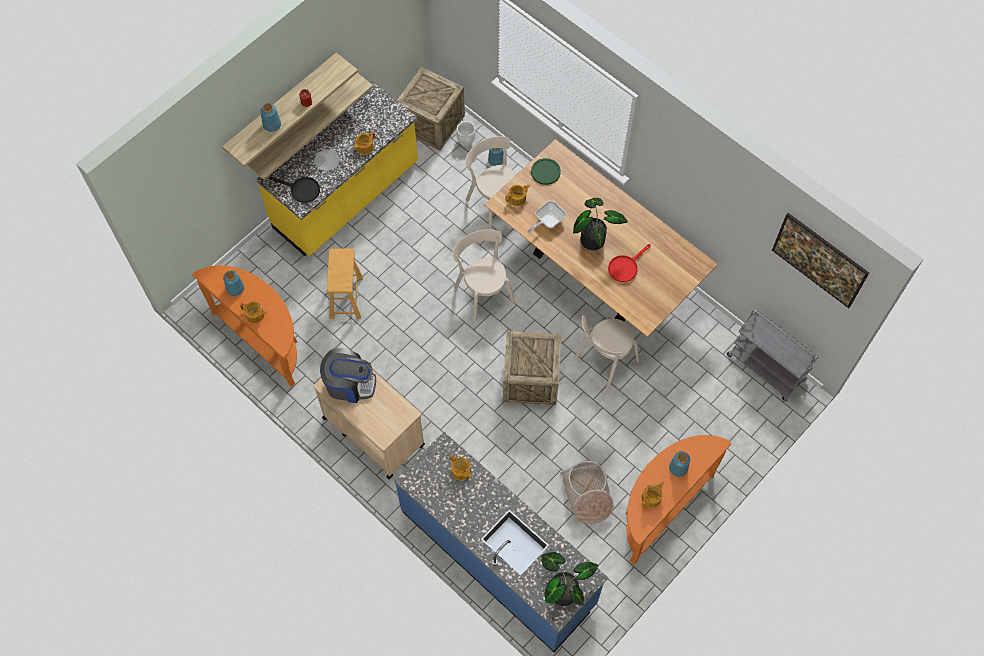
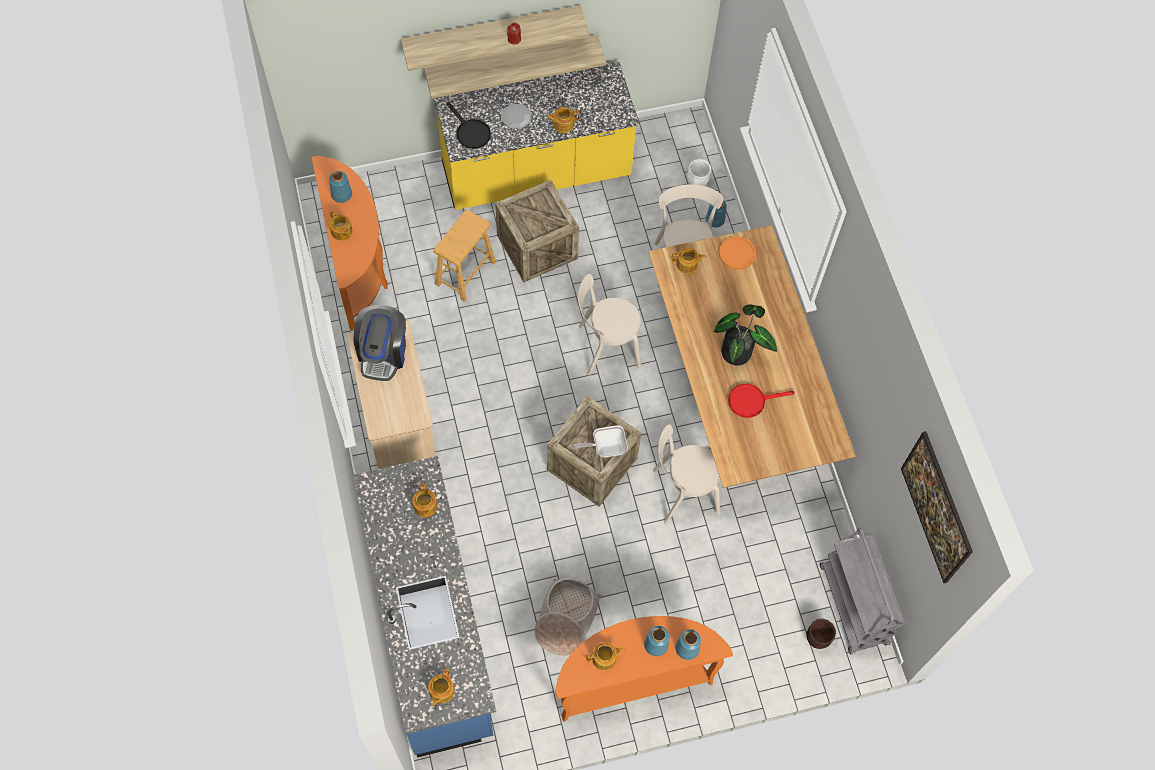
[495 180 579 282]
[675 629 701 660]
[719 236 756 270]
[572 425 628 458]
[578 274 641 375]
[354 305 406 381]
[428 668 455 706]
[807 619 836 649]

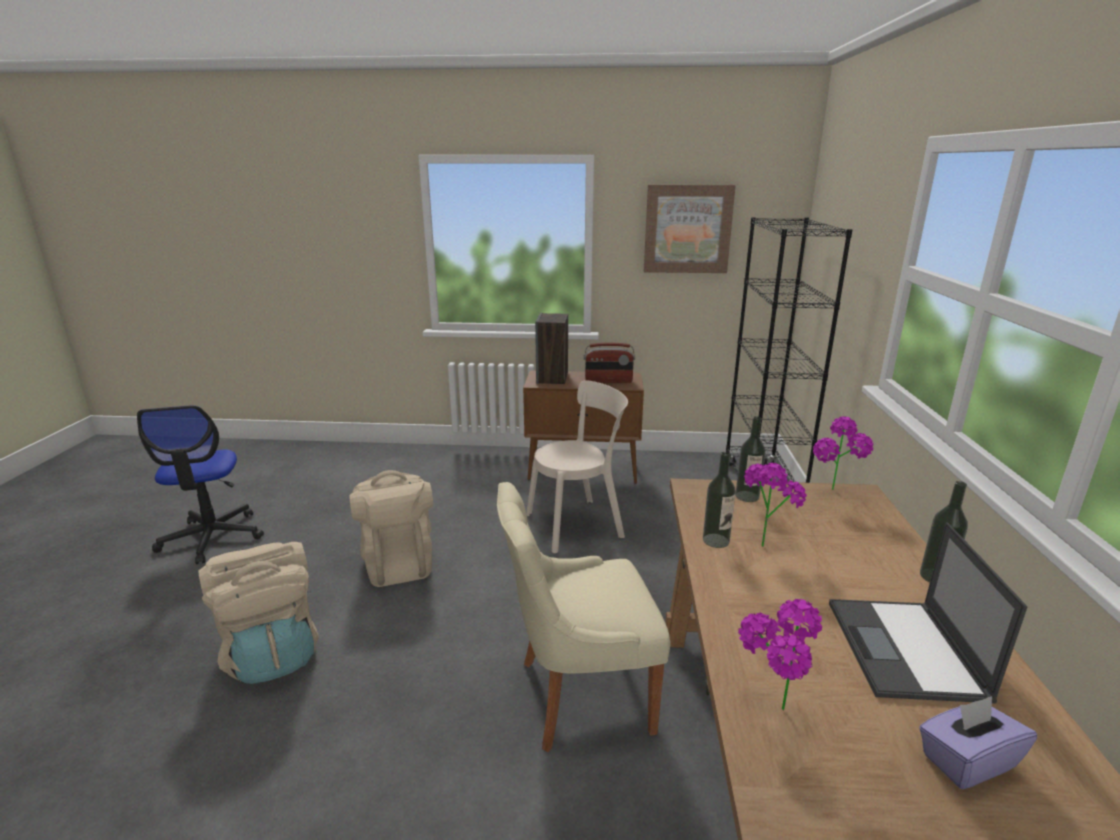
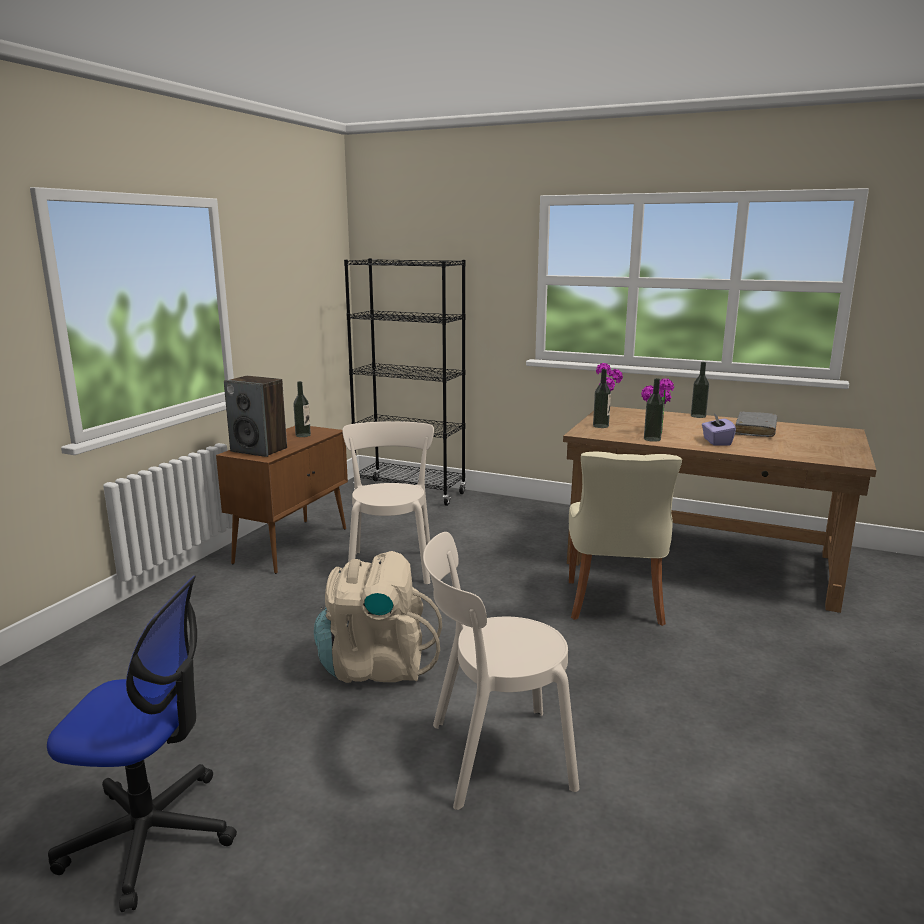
[644 185 736 273] (first image)
[293 381 311 437]
[735 411 777 437]
[423 532 579 810]
[738 598 822 710] (first image)
[702 413 736 445]

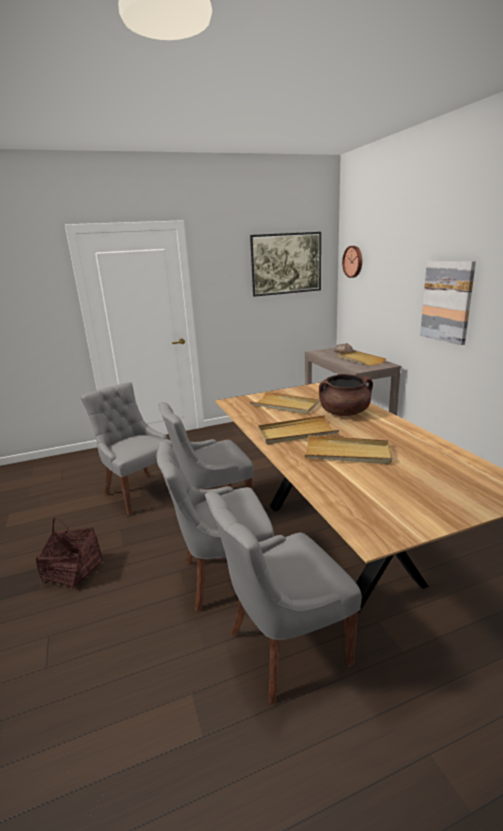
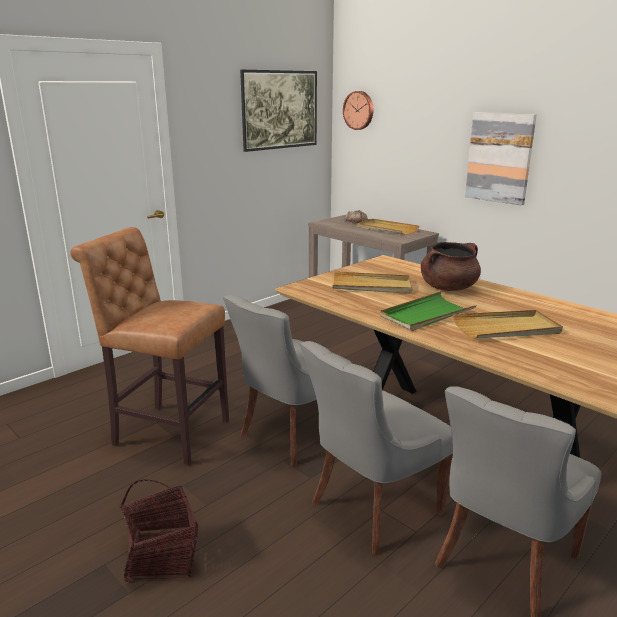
[71 227 229 465]
[380 291 477 331]

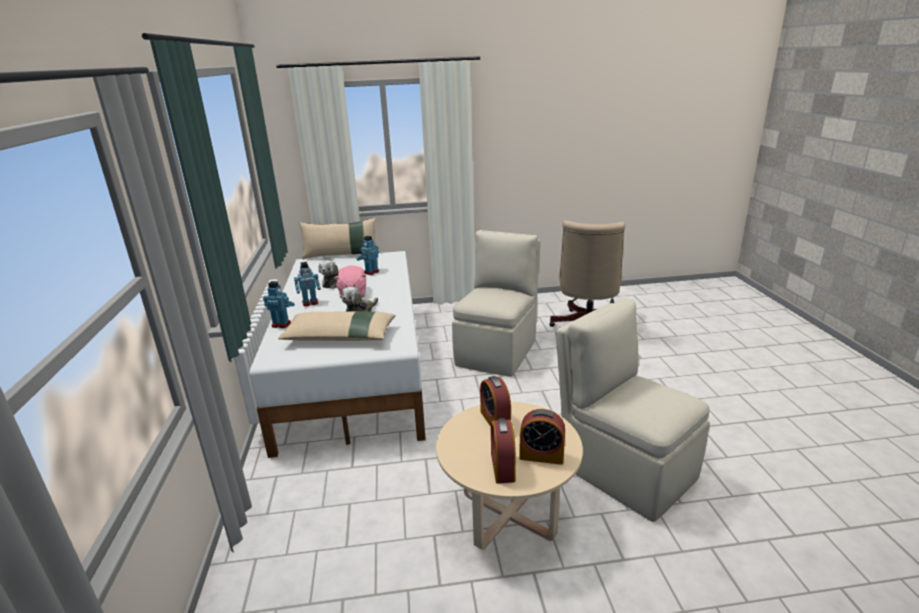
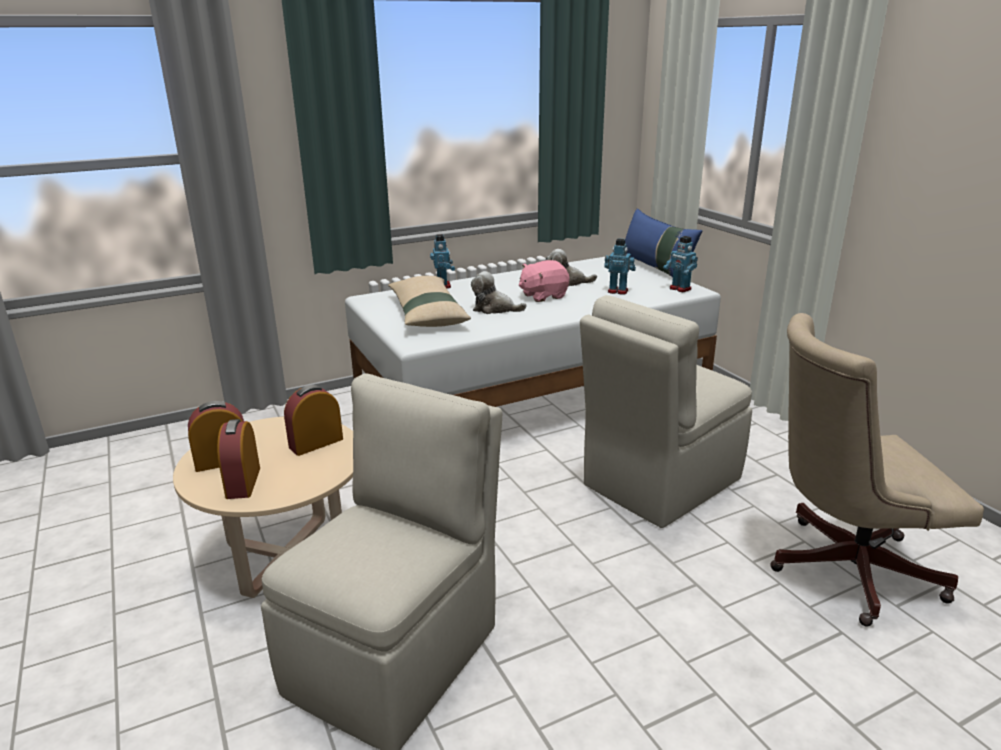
[625 209 702 277]
[580 295 752 528]
[663 236 698 292]

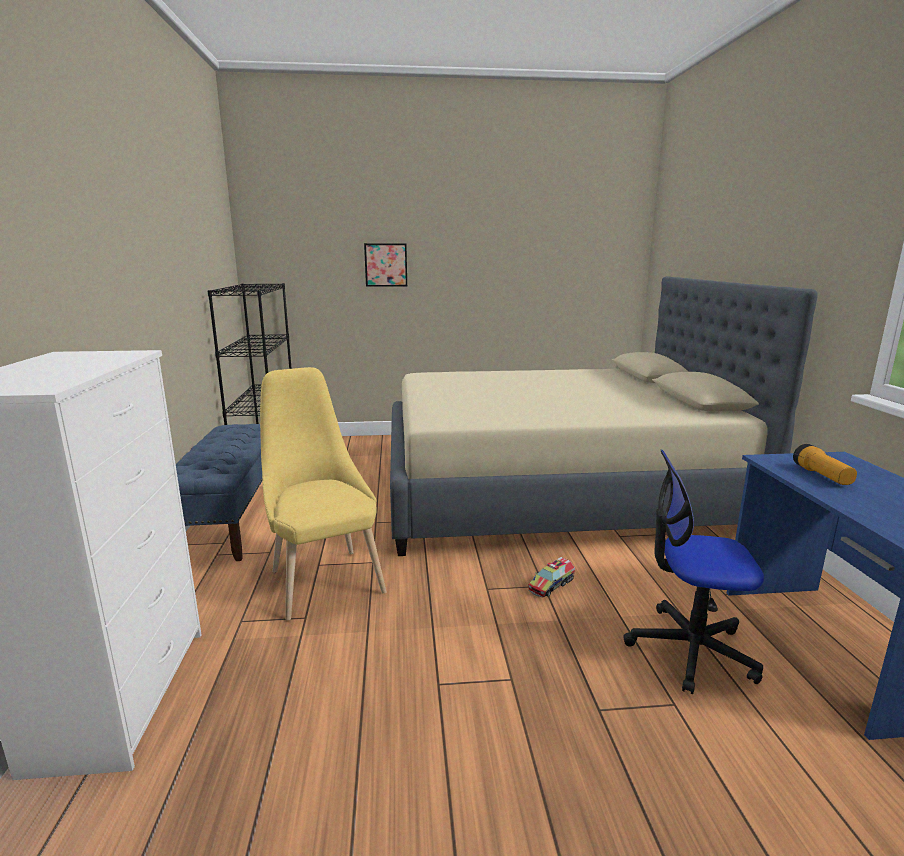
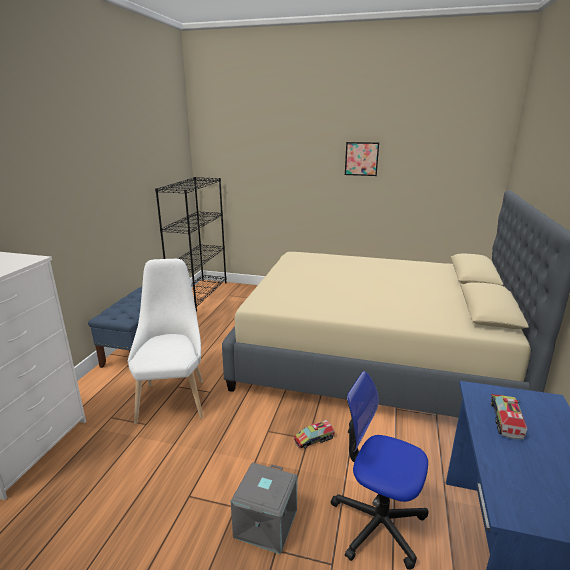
[345 142 379 176]
[128 259 203 424]
[491 394 528 439]
[231 462 298 555]

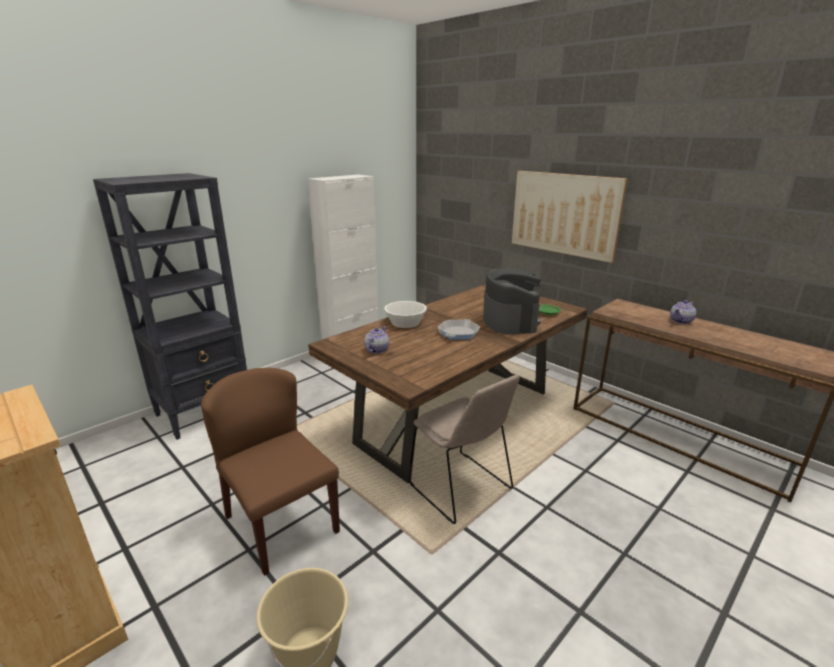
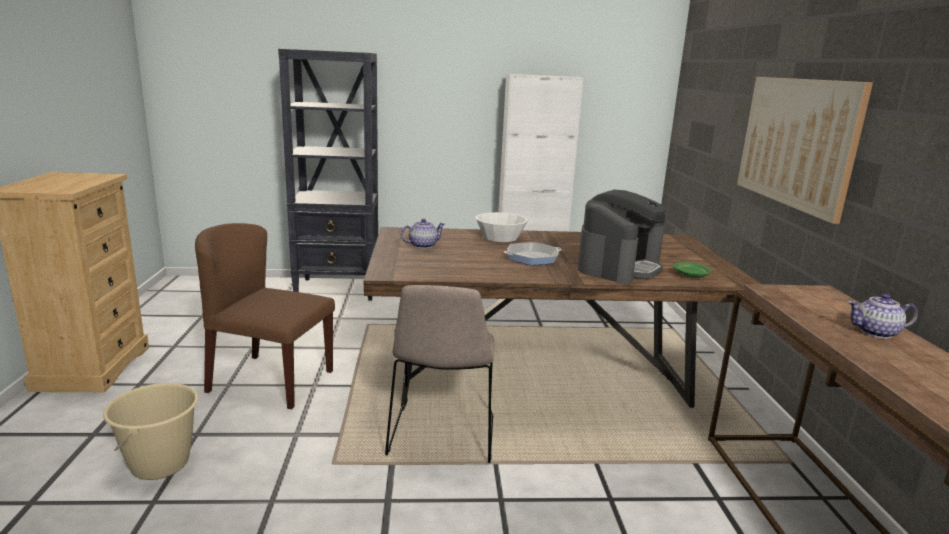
[195 223 335 409]

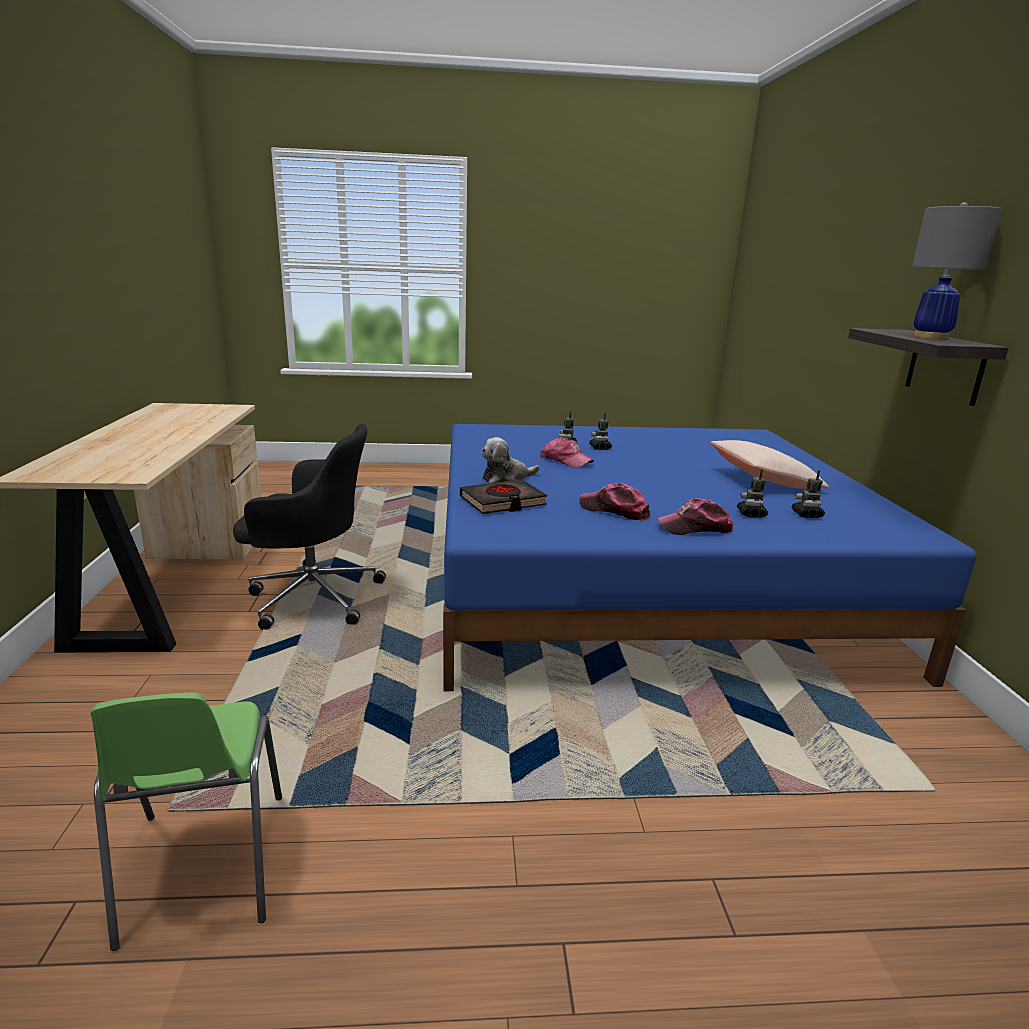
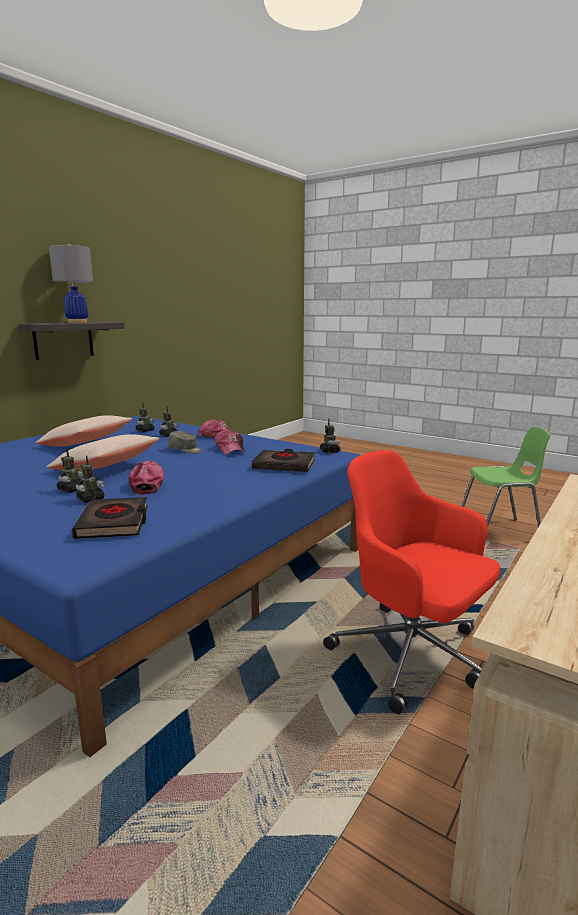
[323 450 500 714]
[481 437 540 483] (first image)
[462 427 551 527]
[320 419 341 453]
[168 431 202 453]
[47 434 160 471]
[72 497 148 539]

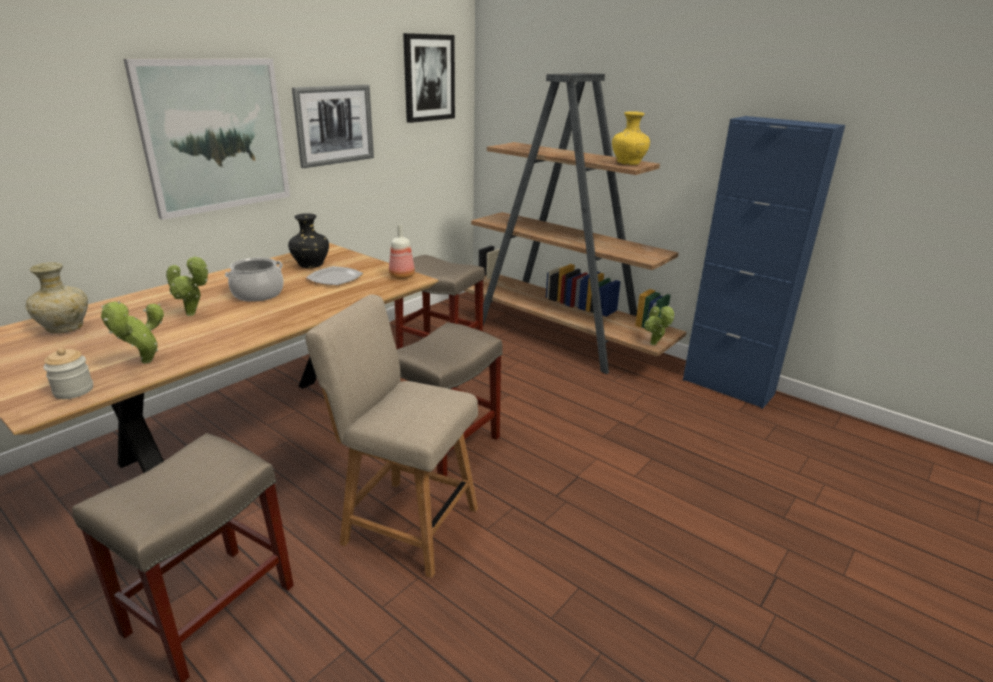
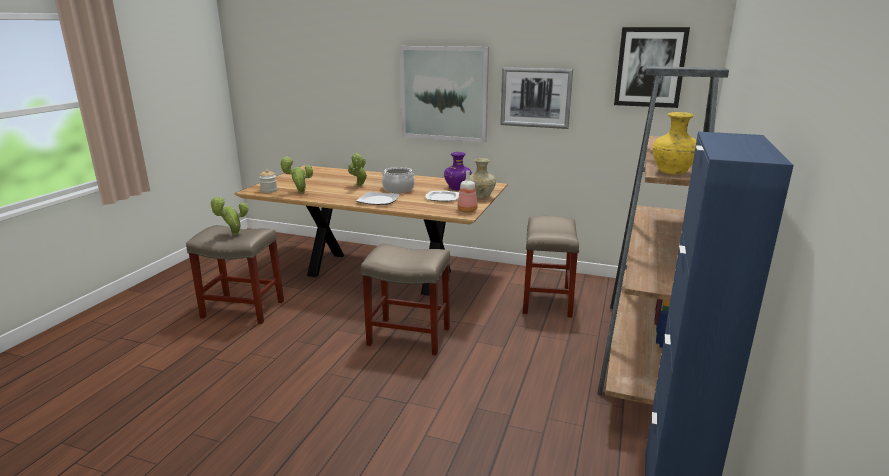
[444 152 472 190]
[470 158 496 199]
[305 294 478 578] (first image)
[210 197 249 235]
[356 192 400 205]

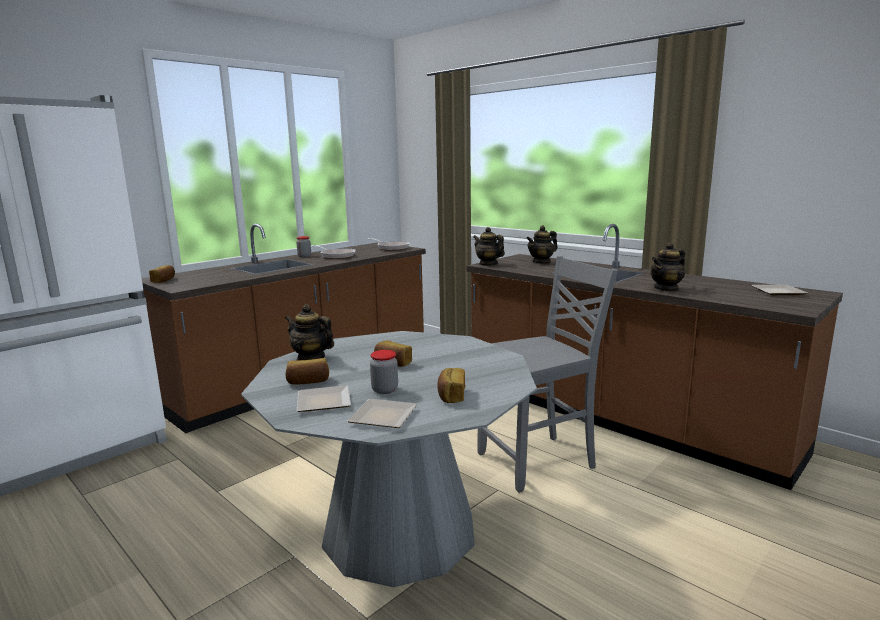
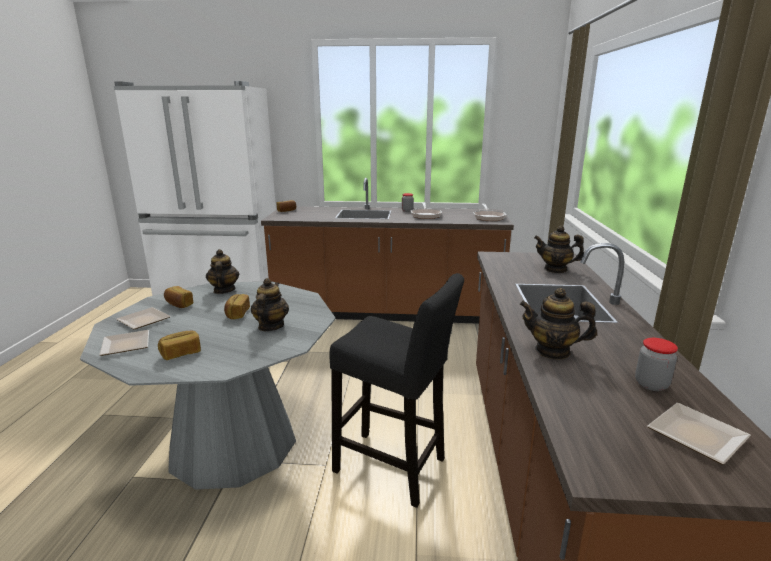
[251 278 289 331]
[329 273 464 508]
[635 338 678 391]

